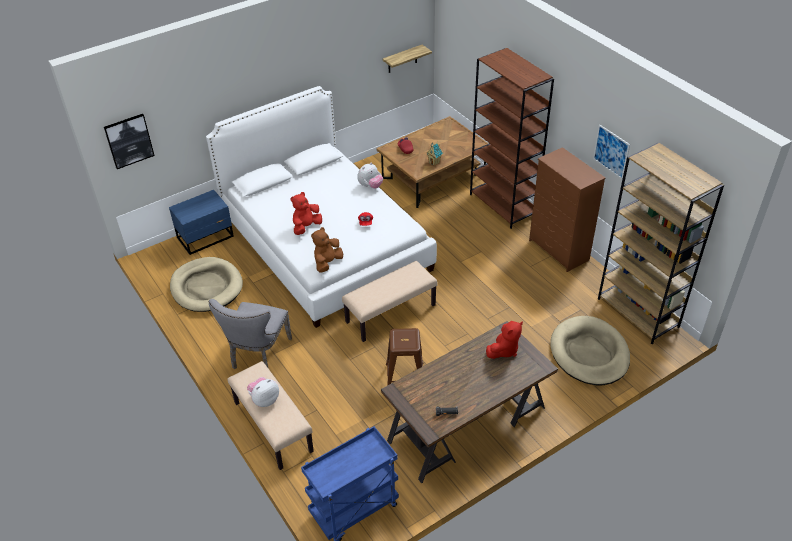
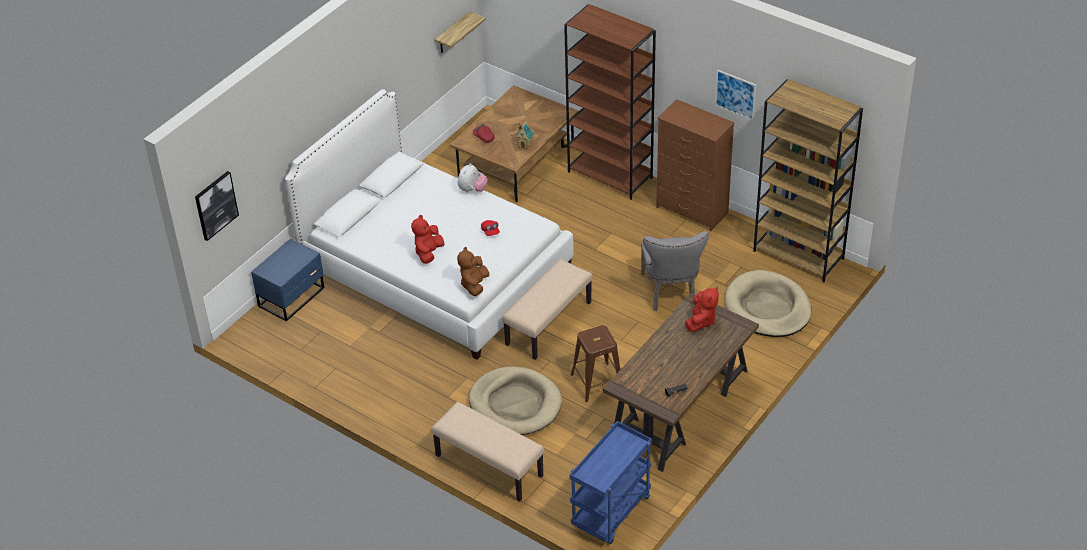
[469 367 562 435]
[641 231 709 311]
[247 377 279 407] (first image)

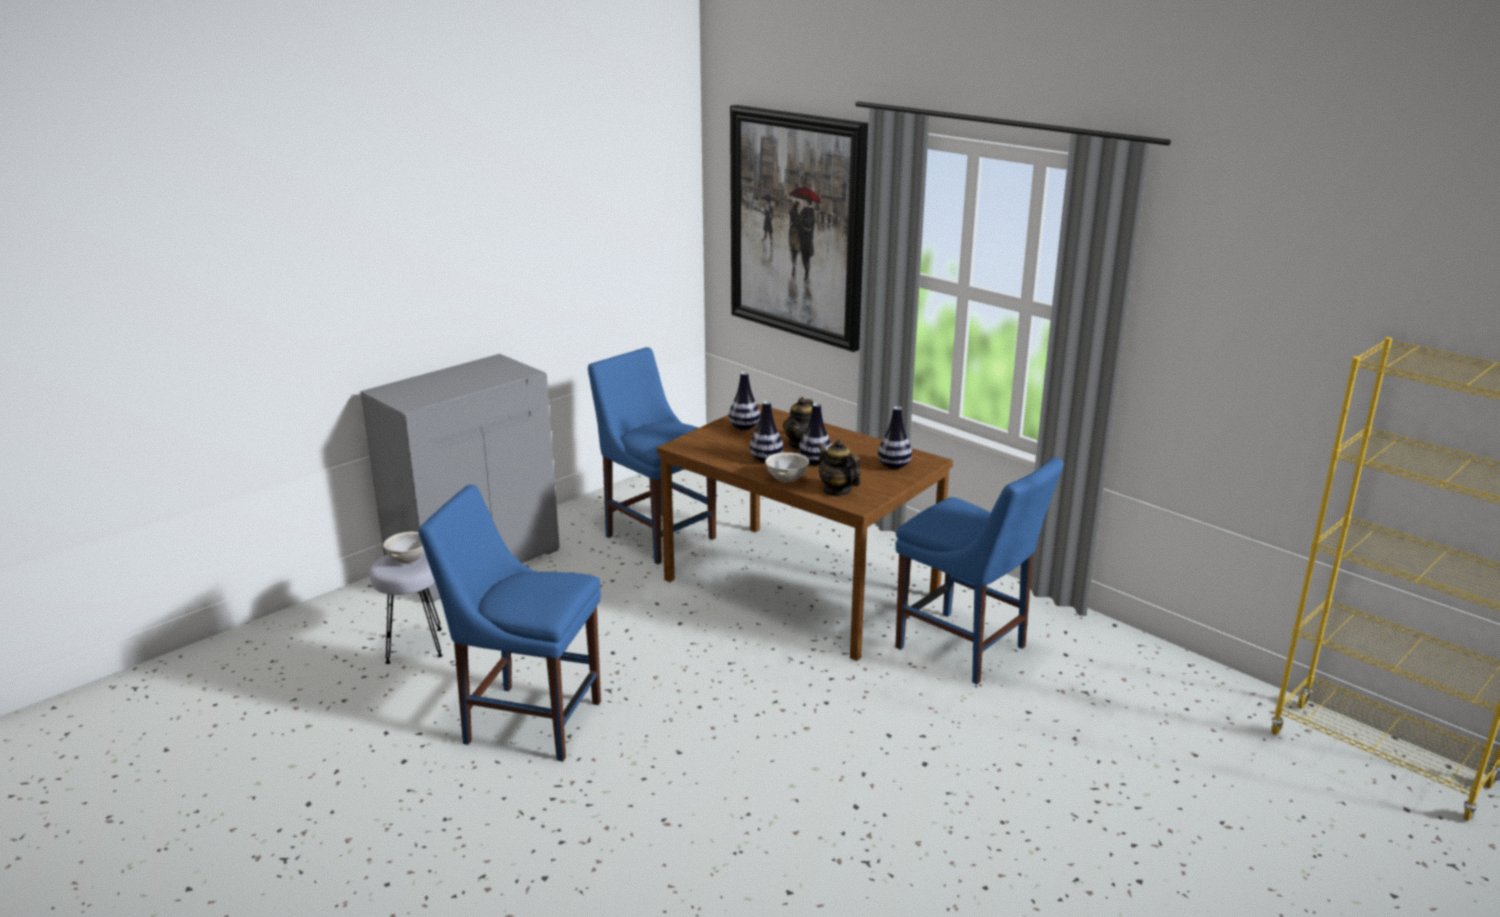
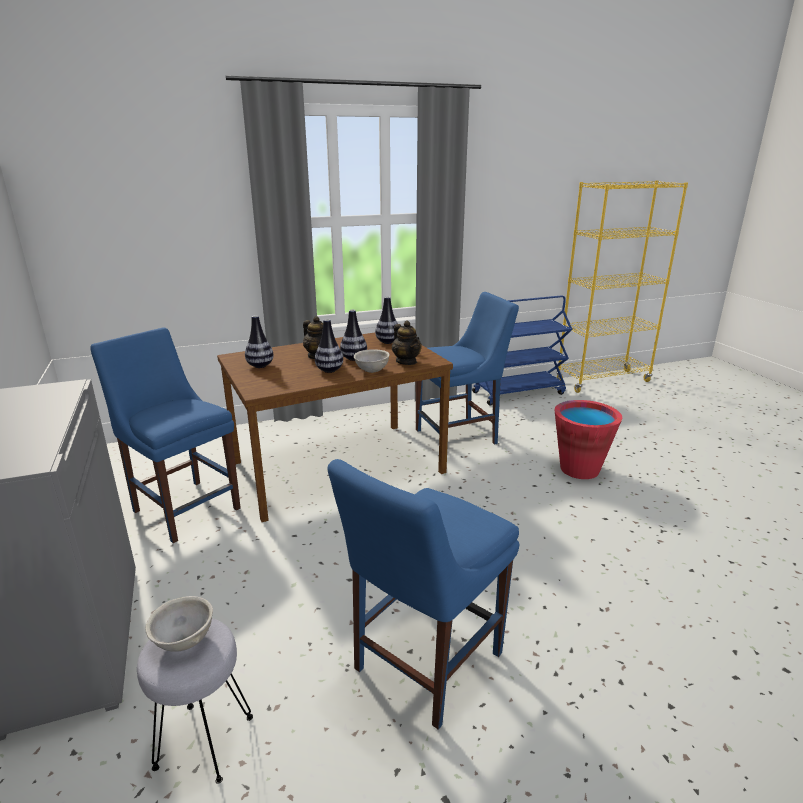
[730 105 868 352] (first image)
[90 327 241 543]
[392 321 422 365]
[472 295 573 406]
[555 400 622 479]

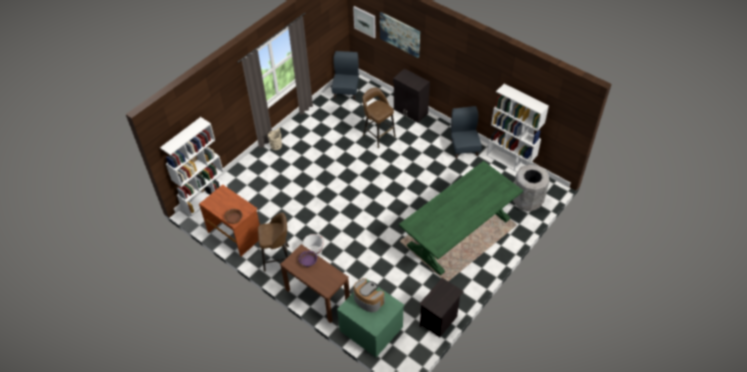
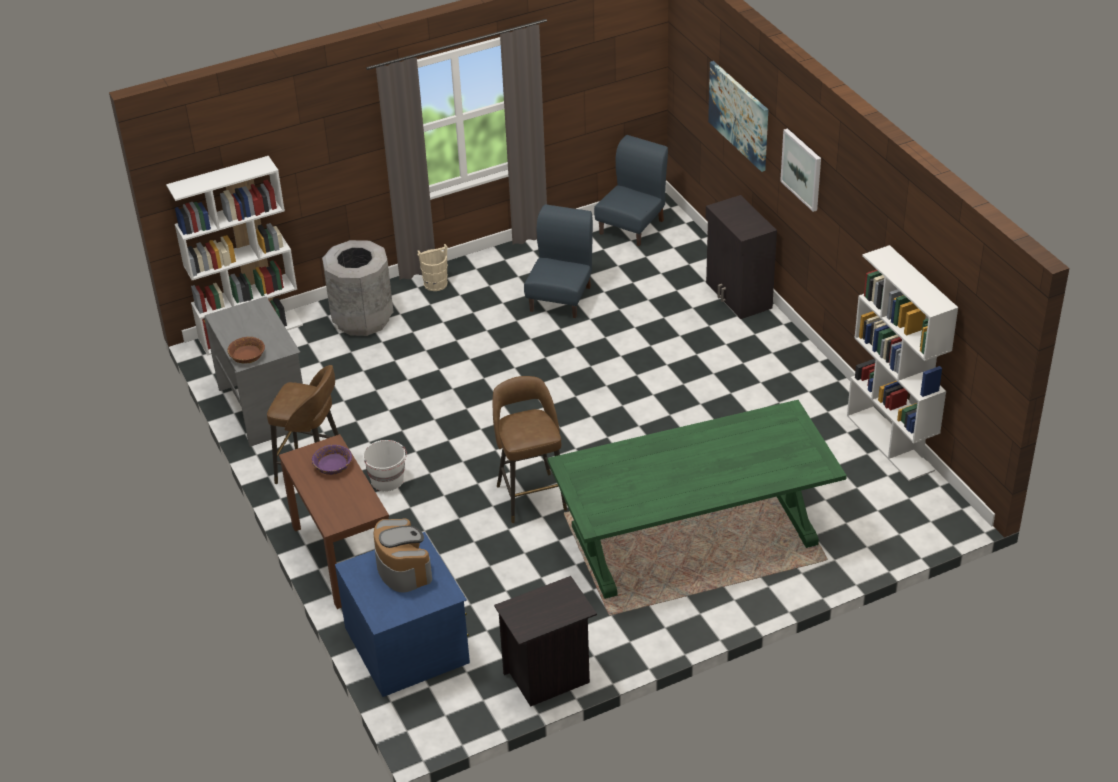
[780 128 821 212]
[493 376 567 523]
[524 204 593 318]
[322 240 394 336]
[204 297 303 447]
[335 532 470 697]

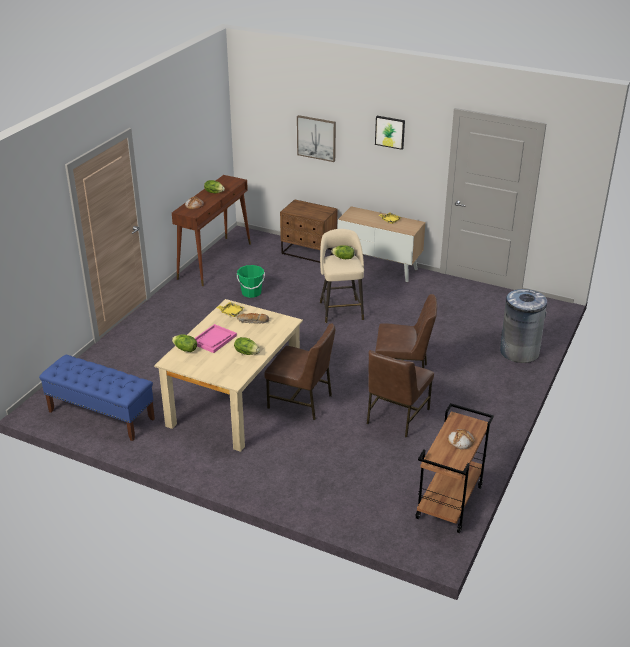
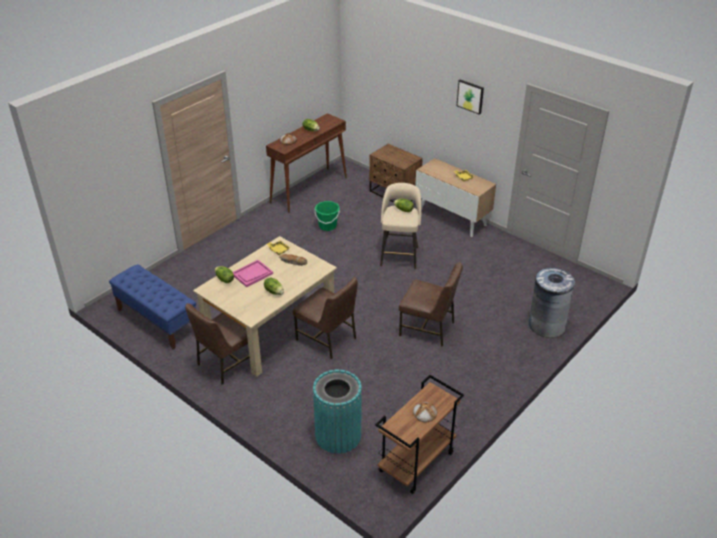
[297 115 336 162] (first image)
[185 303 259 385]
[313 369 362 454]

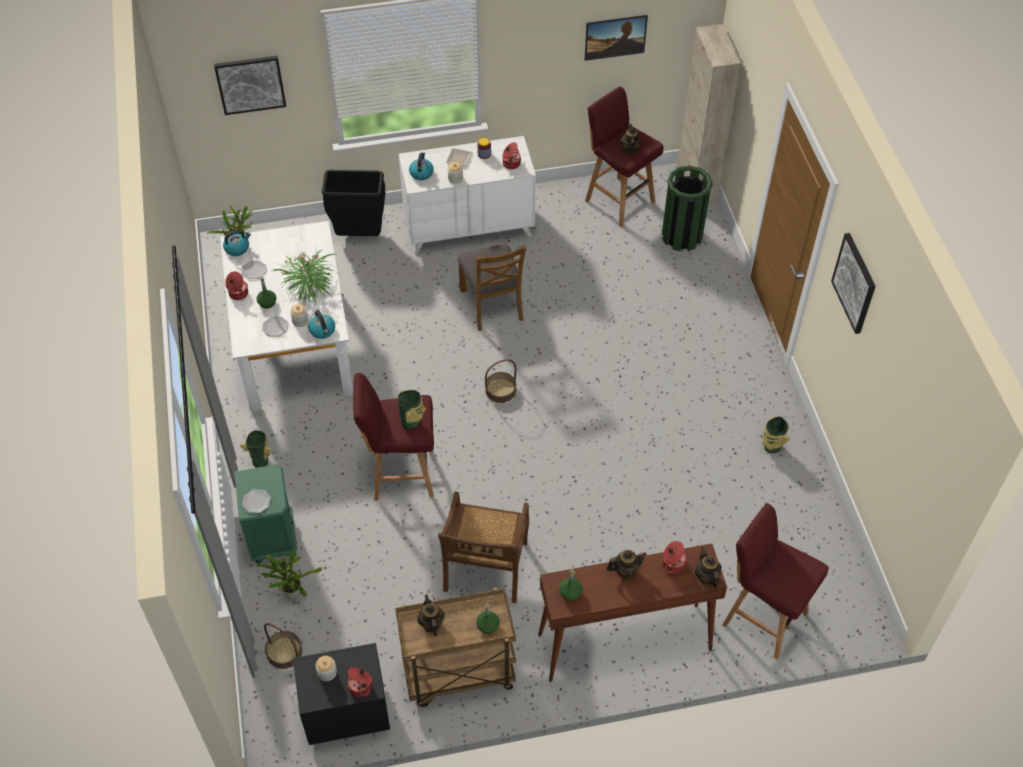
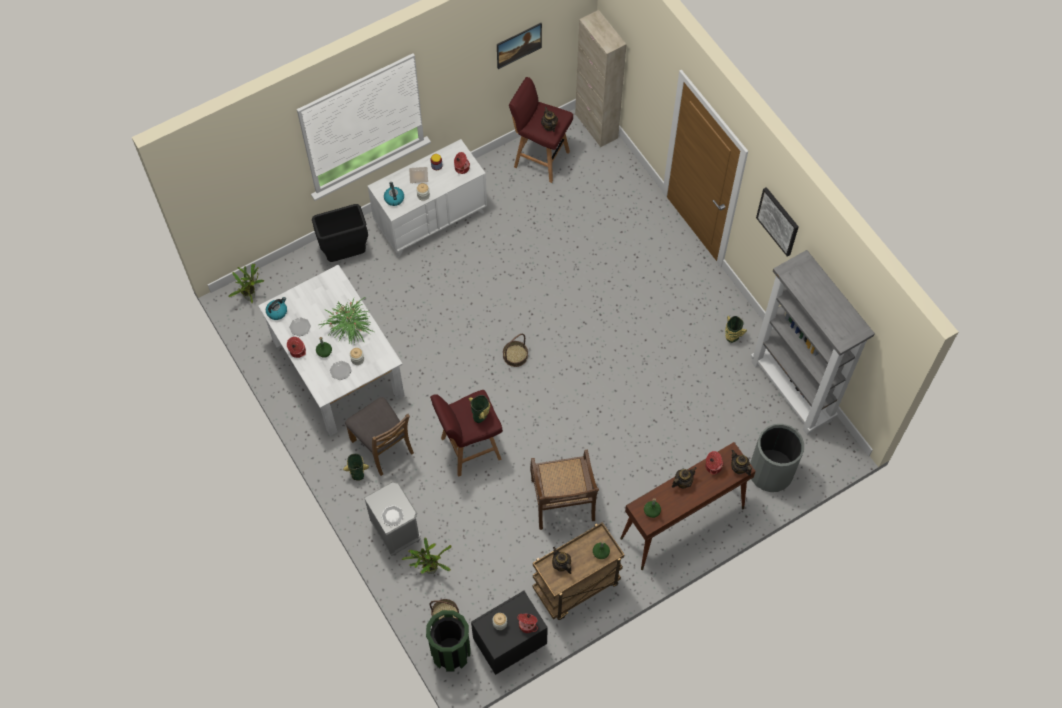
[214 56 286 115] (first image)
[426 610 470 672]
[345 397 414 476]
[308 310 335 339] (first image)
[364 482 421 556]
[750 424 804 492]
[751 250 875 435]

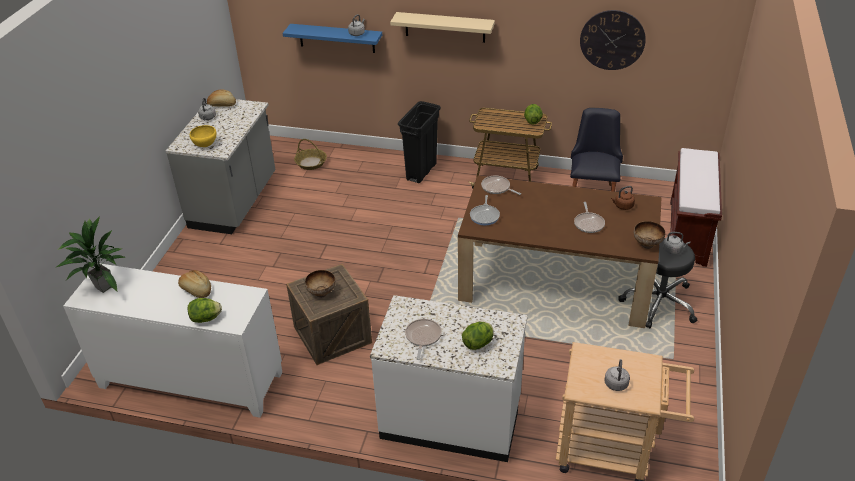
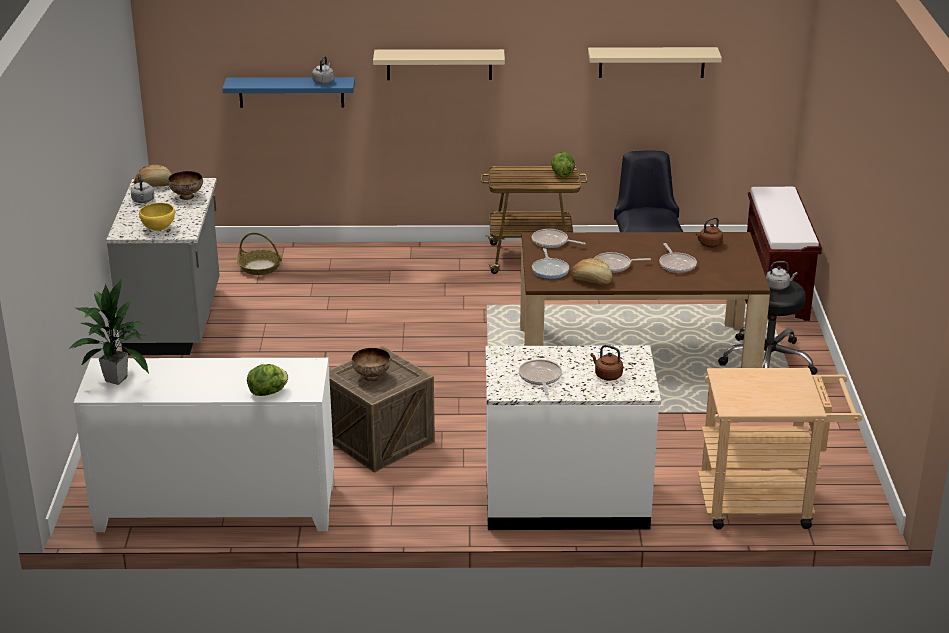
[588 47 722 78]
[398 101 441 183] (first image)
[168 171 203 200]
[571 258 613 285]
[590 345 623 381]
[604 359 630 391] (first image)
[595 252 651 273]

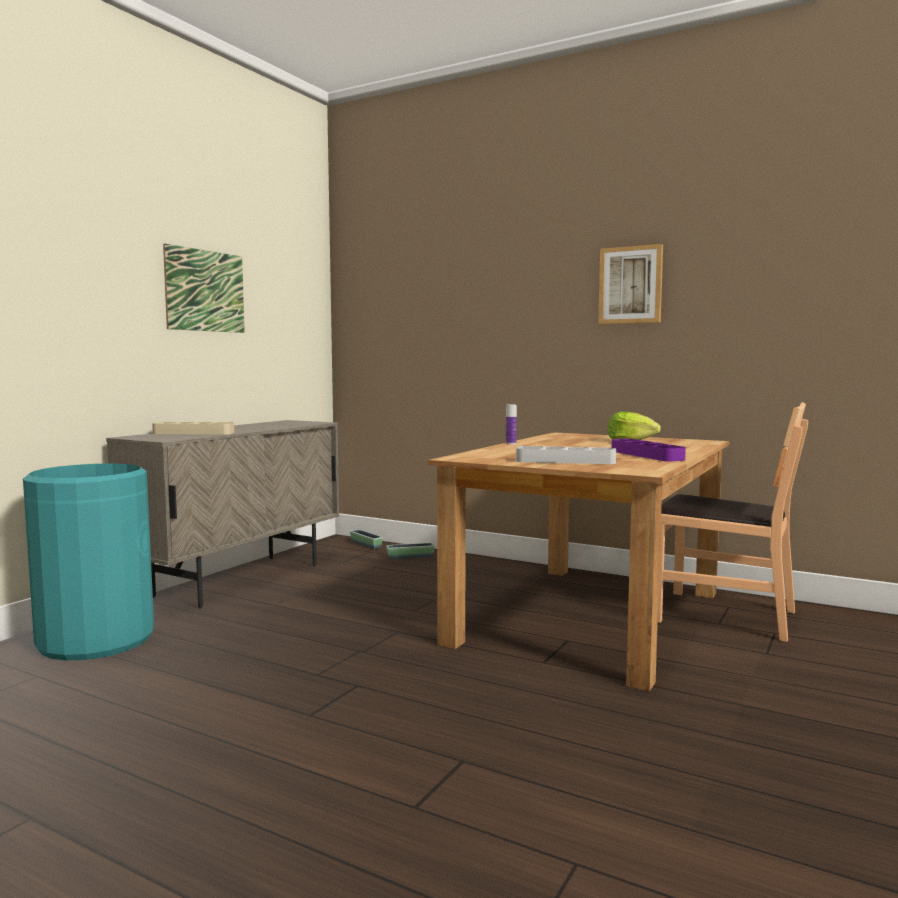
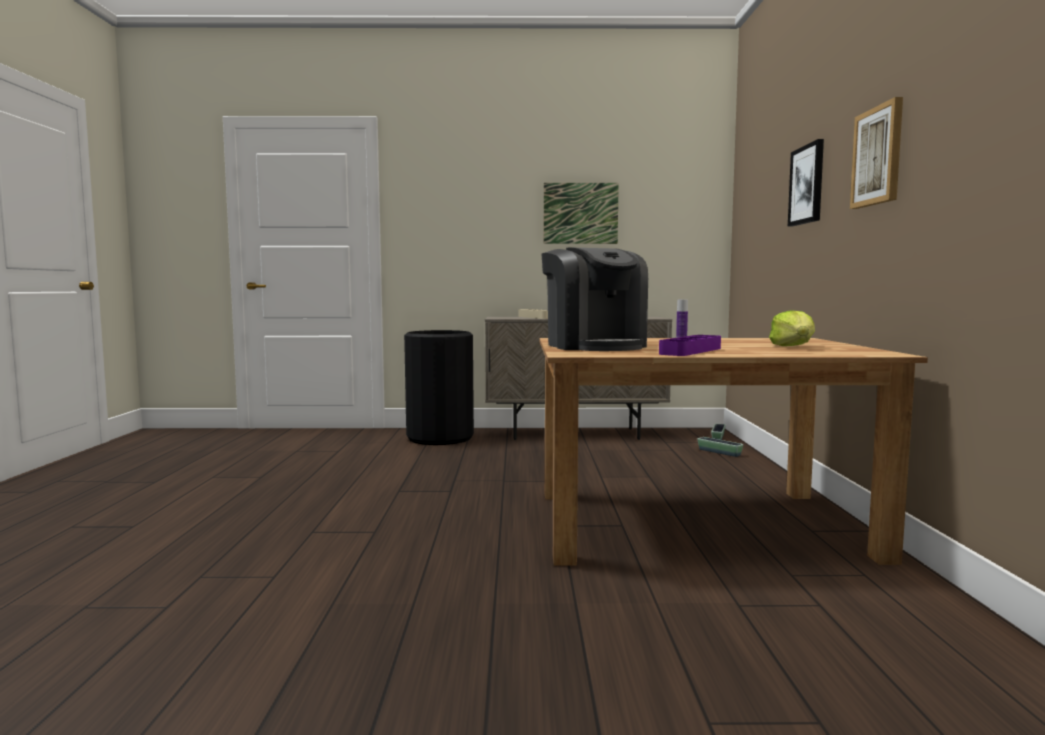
[658 402 808 642] (first image)
[541 248 648 351]
[404 330 474 445]
[788 139 824 226]

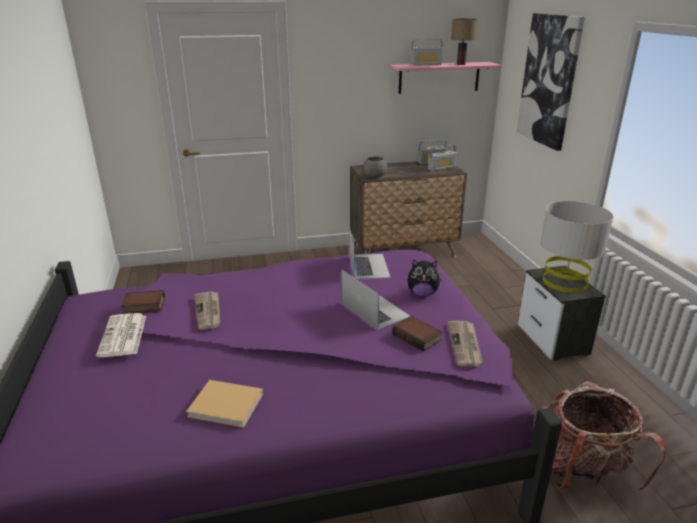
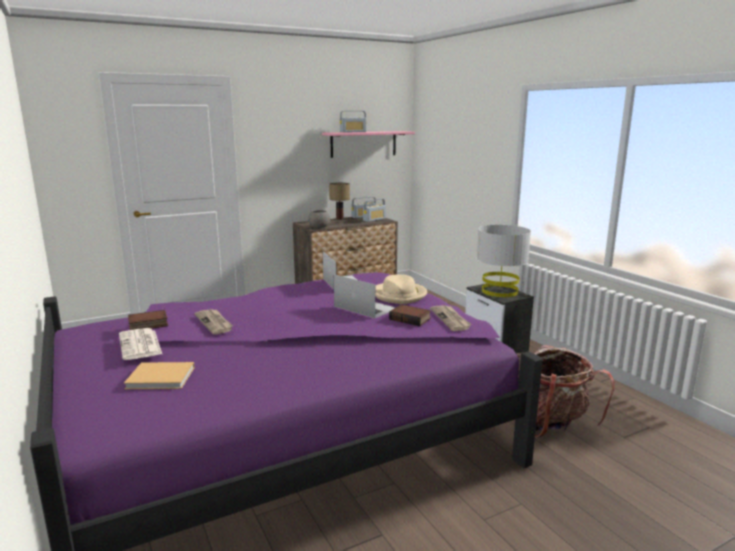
[516 13 585 151] (first image)
[329 183 350 220]
[375 274 427 304]
[124 362 195 389]

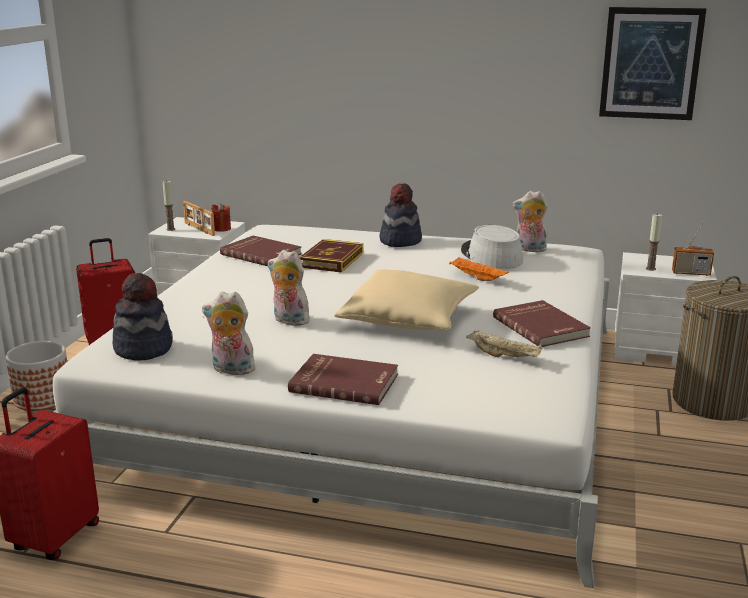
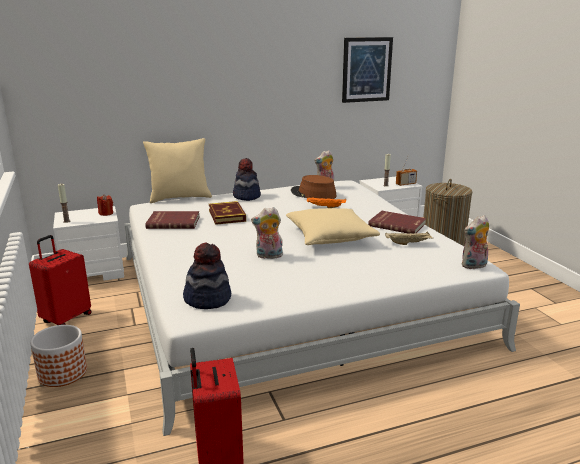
[183 201 215 236] (first image)
[291 175 337 199]
[462 215 489 269]
[288 354 398 405] (first image)
[143 138 212 203]

